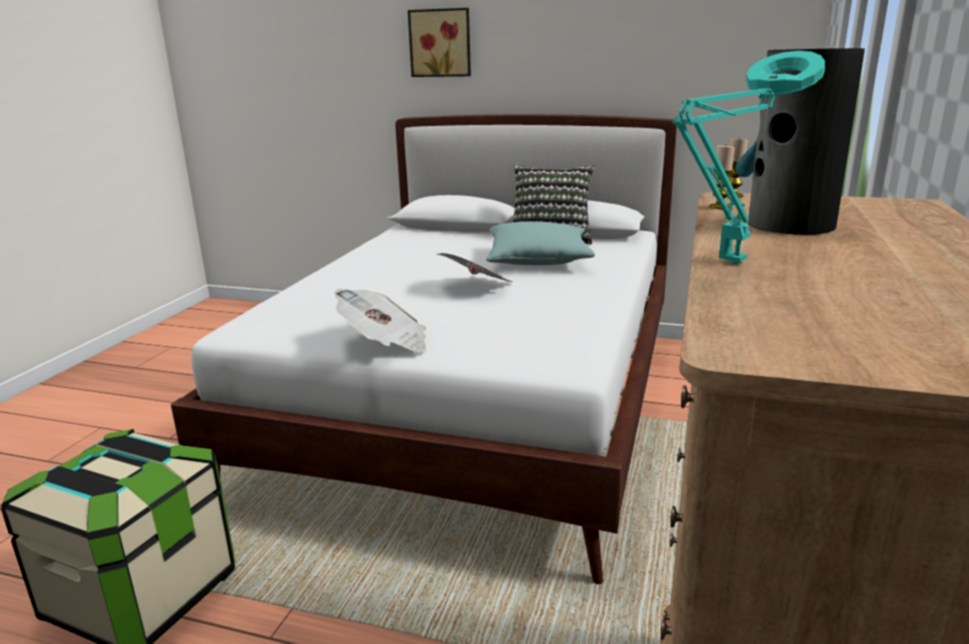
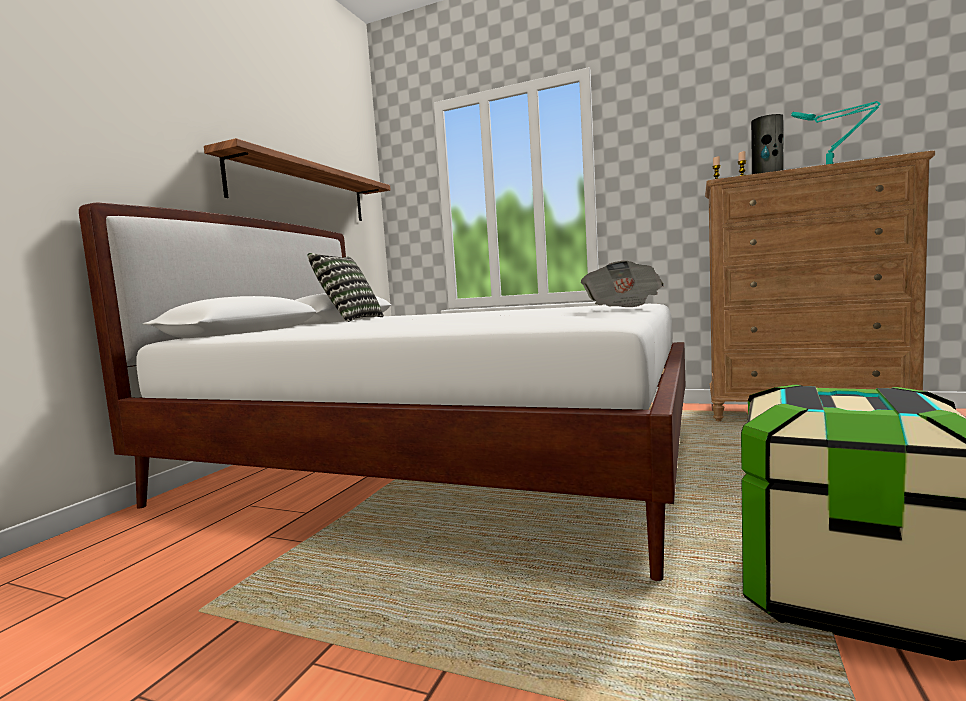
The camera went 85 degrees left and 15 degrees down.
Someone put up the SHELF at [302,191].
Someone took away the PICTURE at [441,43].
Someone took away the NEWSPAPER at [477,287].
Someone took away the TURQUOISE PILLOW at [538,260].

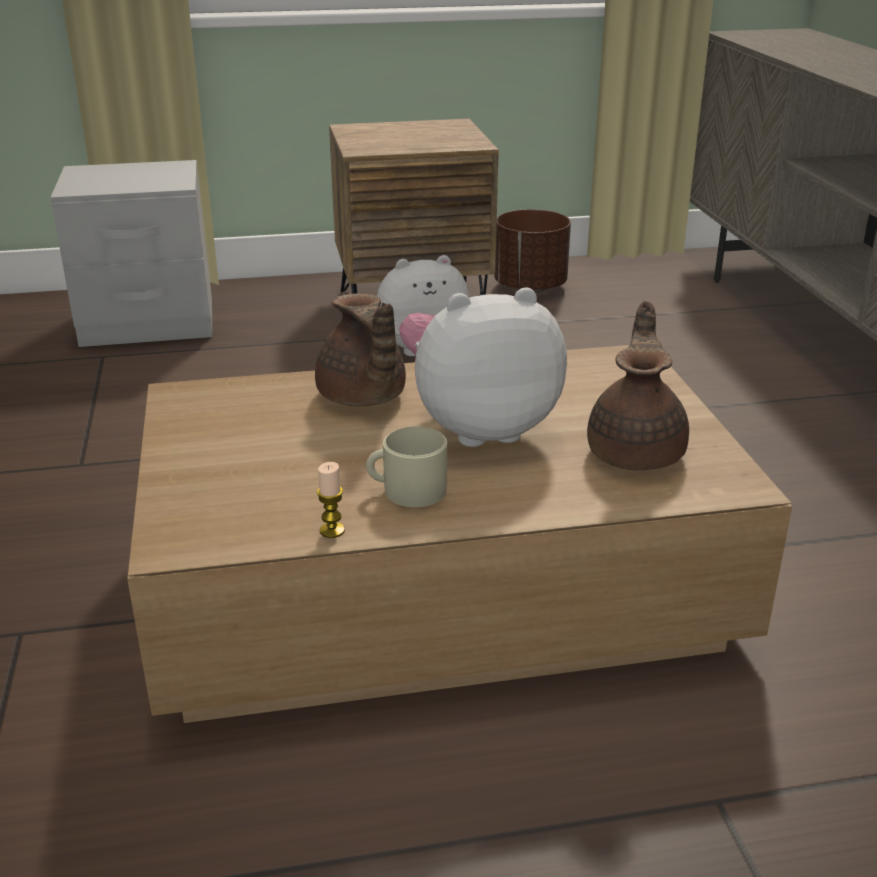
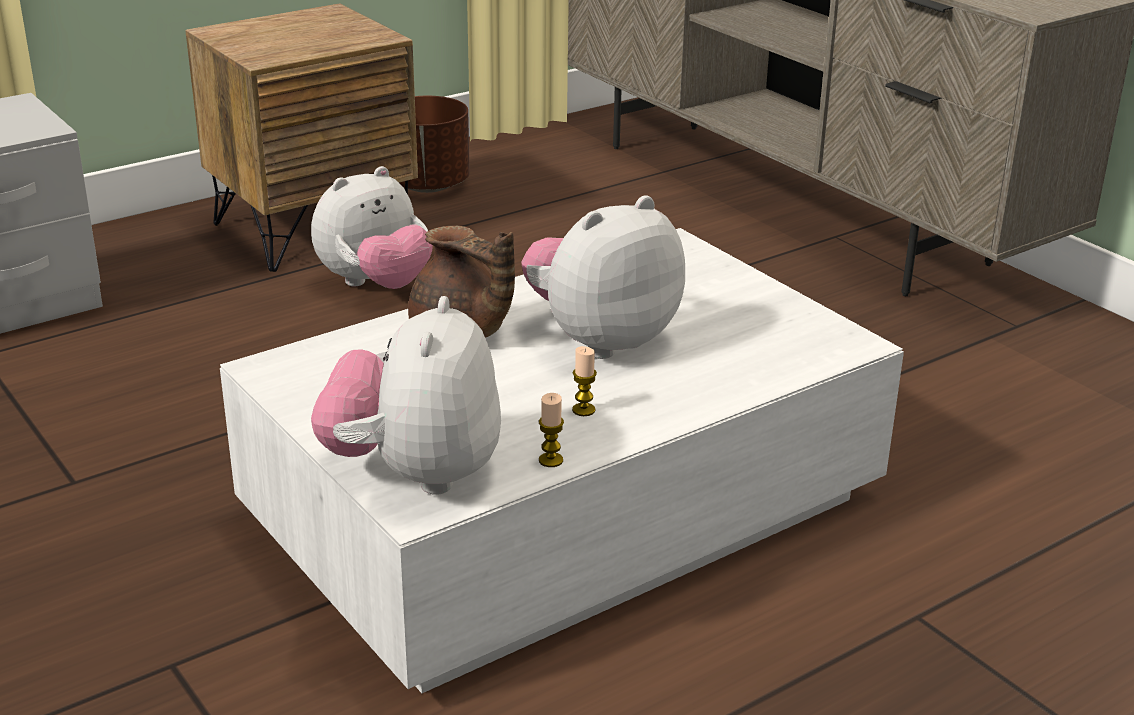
The camera went 25 degrees left and 0 degrees up.
Someone repainted the BROWN COFFEE TABLE at [436,586], which became the WHITE COFFEE TABLE at [563,510].
Someone put down the PLUSH TOY at [415,473].
Someone swapped the BEIGE MUG at [406,490] for the CANDLE at [583,410].
Someone took away the BROWN TEAPOT at [637,451].

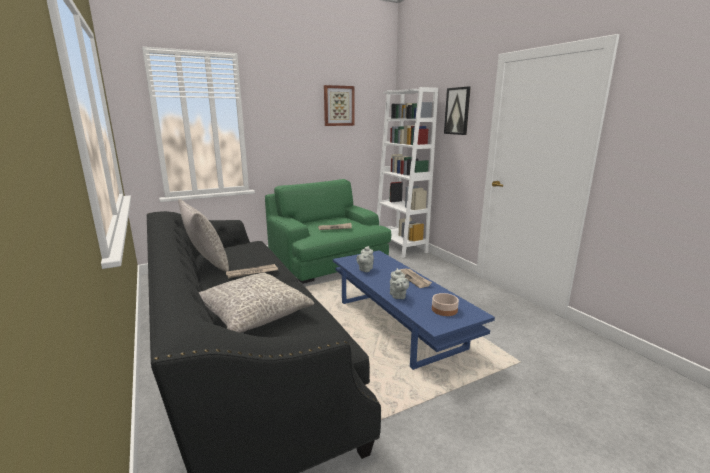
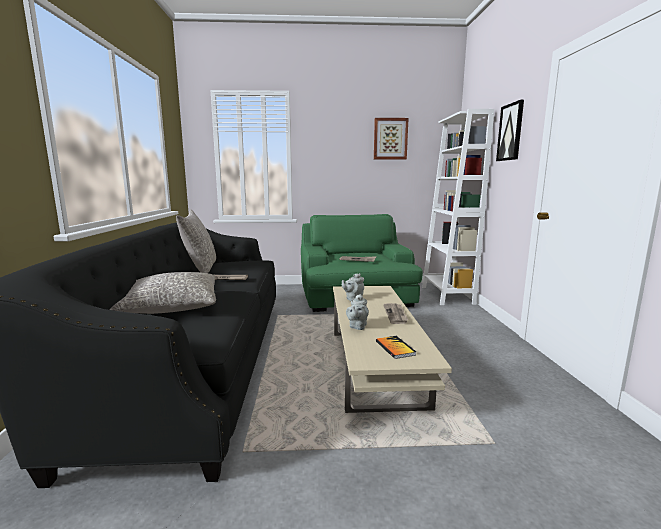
The camera went 25 degrees right and 5 degrees down.
Someone repainted the BLUE COFFEE TABLE at [398,323], which became the BEIGE COFFEE TABLE at [374,365].
Someone swapped the BOWL at [444,309] for the BOOK at [395,348].

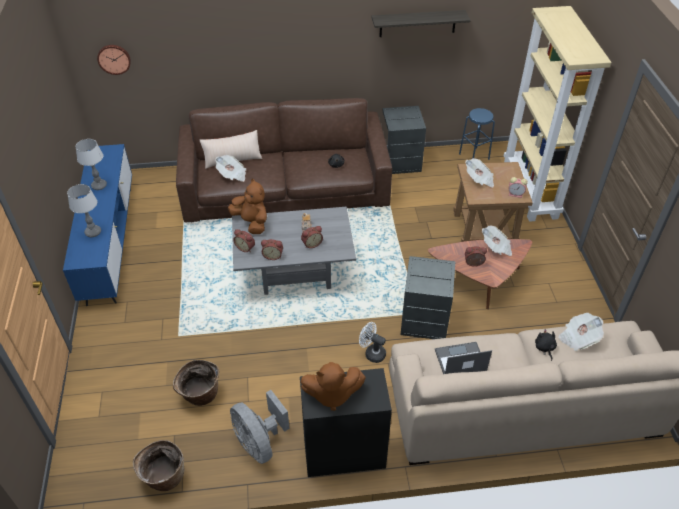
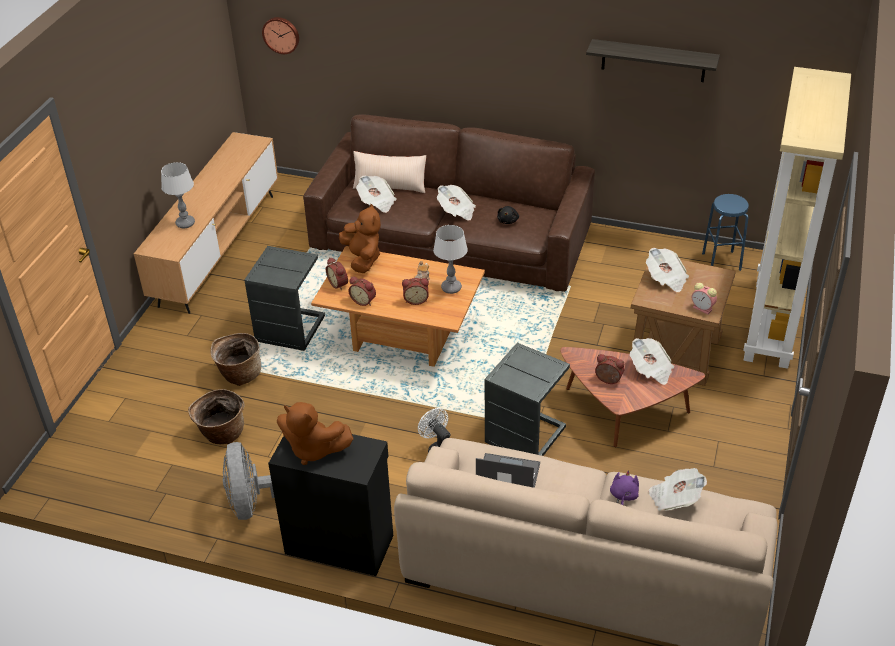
The camera went 25 degrees right and 5 degrees down.
Someone repainted the BLUE TV STAND at [110,243], which became the BROWN TV STAND at [218,249].
Someone carried the BASKET from [164,477] to [239,374].
Someone carried the GREY SIDE TABLE from [401,161] to [291,328].
Someone repainted the GREY COFFEE TABLE at [294,273], which became the BROWN COFFEE TABLE at [402,338].
Someone carried the TABLE LAMP from [99,186] to [451,288].
Someone put down the NEWSPAPER at [456,211].
Someone repainted the BLACK PLUSH TOY at [544,348], which became the PURPLE PLUSH TOY at [623,496].

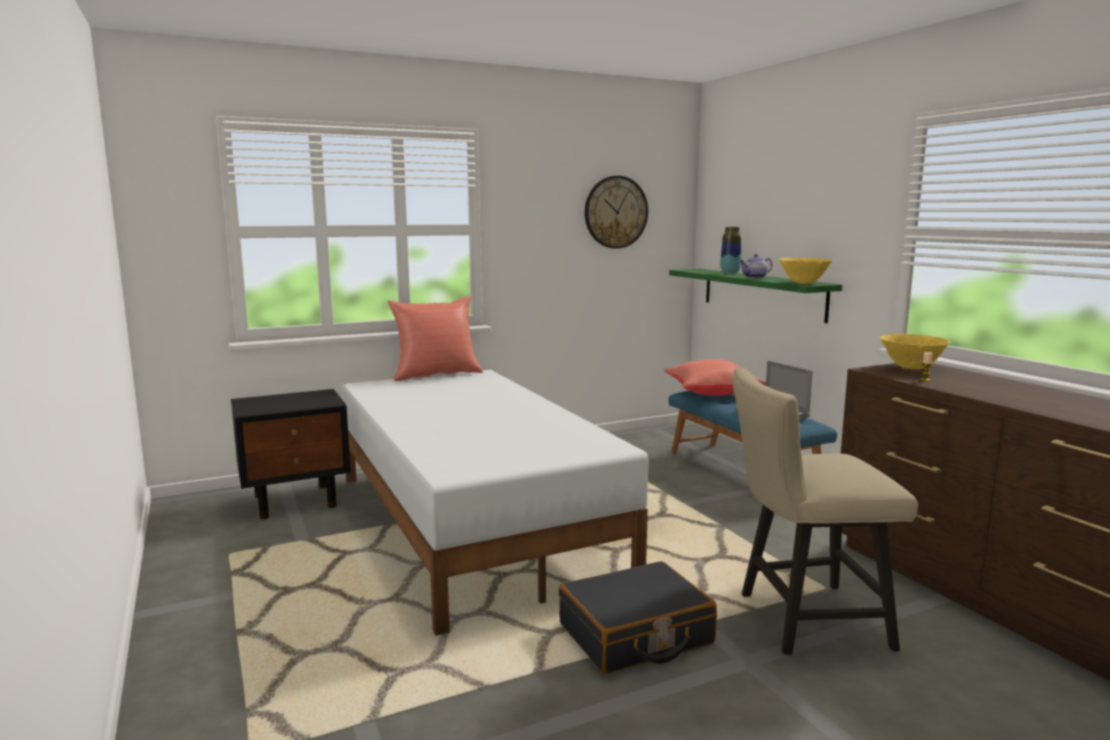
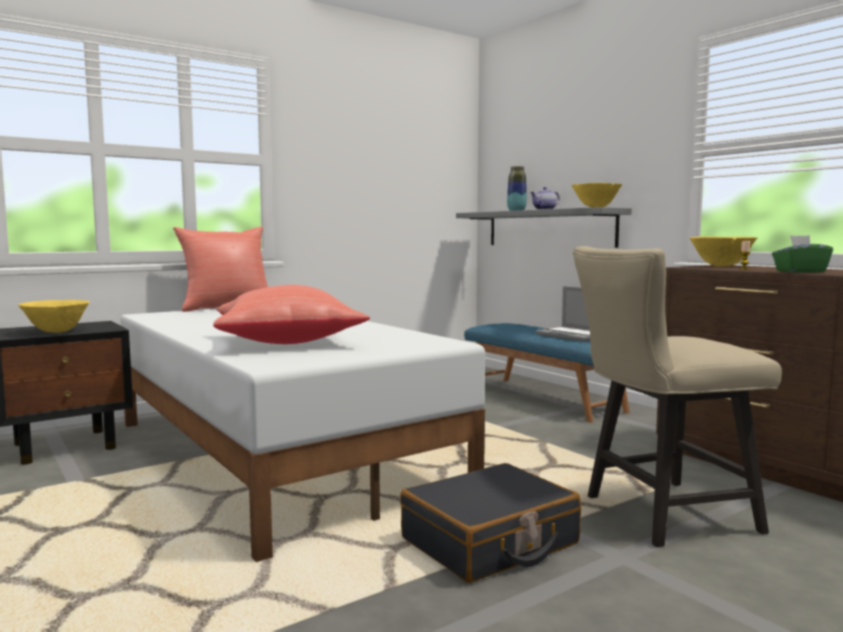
The camera went 10 degrees left and 5 degrees down.
Someone put down the YELLOW BOWL at [56,332].
Someone carried the RED PILLOW from [711,393] to [287,342].
Someone repainted the GREEN SHELF at [762,293], which became the GREY SHELF at [549,228].
Someone put down the GREEN TISSUE BOX at [800,271].
Someone took away the WALL CLOCK at [615,212].

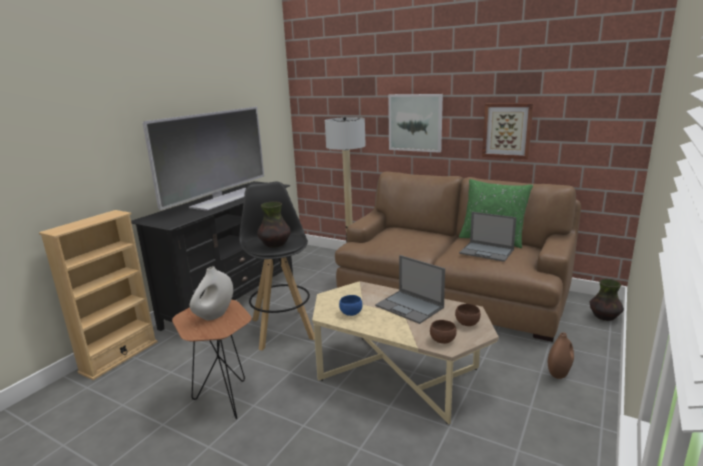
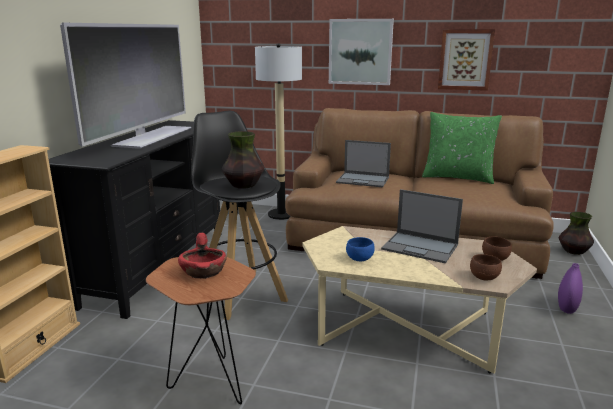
The camera went 15 degrees left and 0 degrees up.
Someone swapped the WHITE VASE at [215,315] for the RED BOWL at [204,272].
Someone carried the LAPTOP from [487,252] to [363,180].
Someone repainted the BROWN VASE at [559,373], which became the PURPLE VASE at [567,308].

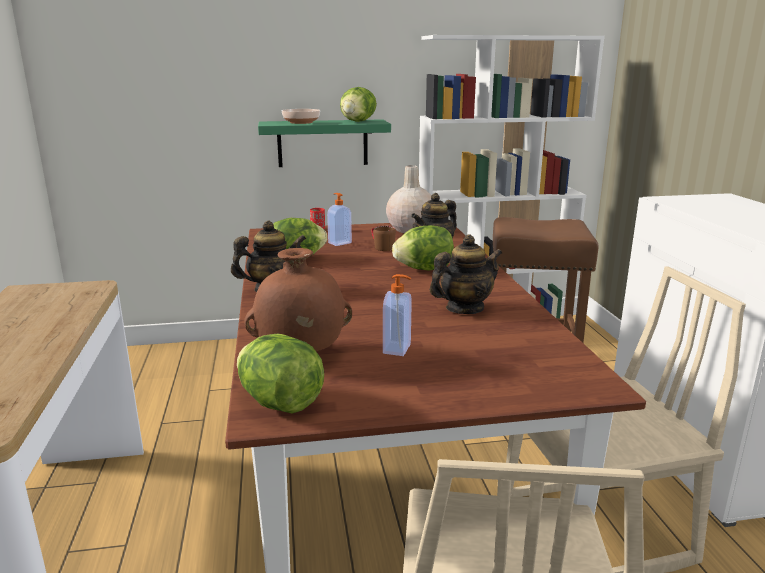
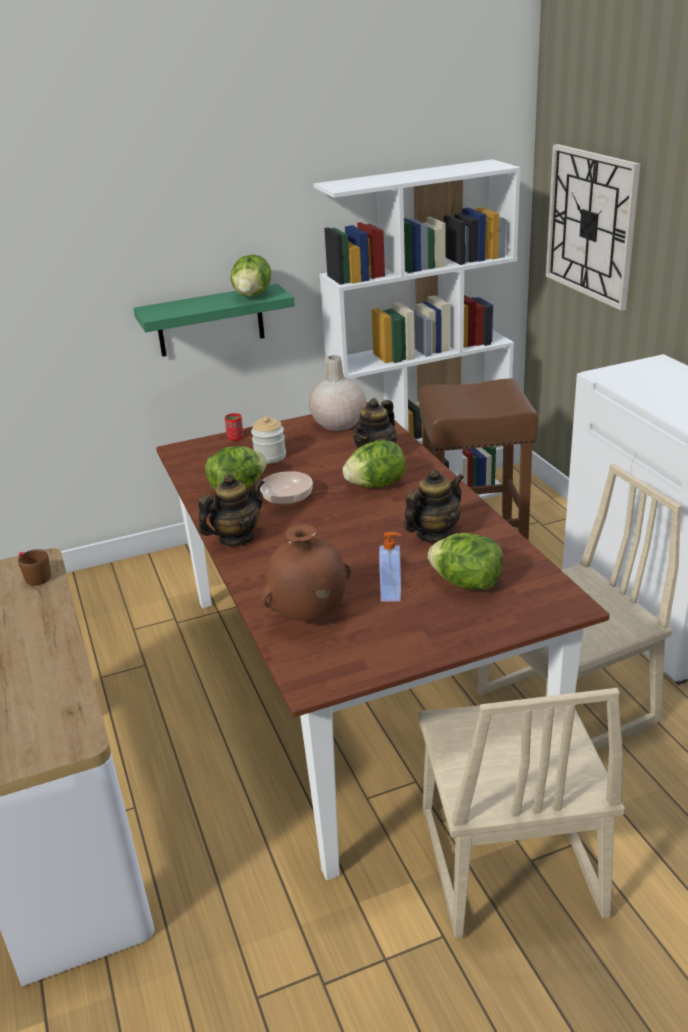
The camera went 10 degrees left and 10 degrees up.
Someone carried the BROWN MUG from [381,247] to [34,576].
Someone swapped the SOAP DISPENSER at [339,243] for the JAR at [270,456].
Someone carried the BOWL from [301,122] to [288,498].
Someone carried the LETTUCE from [280,403] to [466,583].
Someone put up the WALL CLOCK at [591,225].

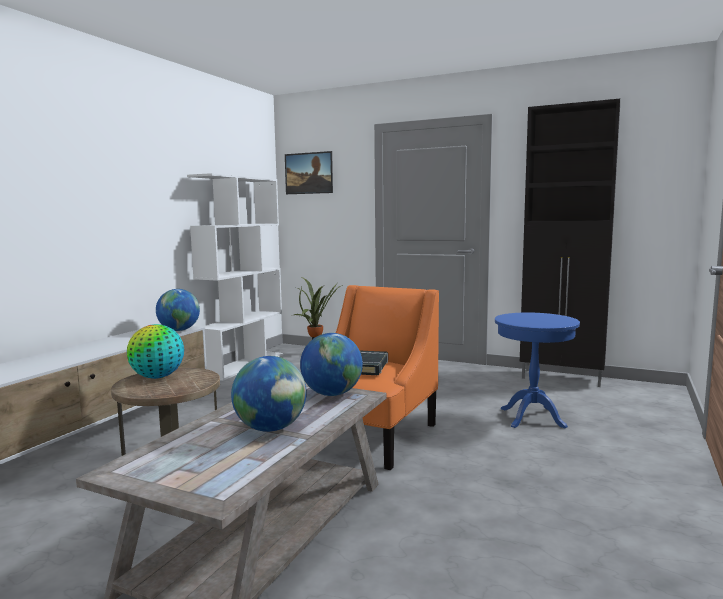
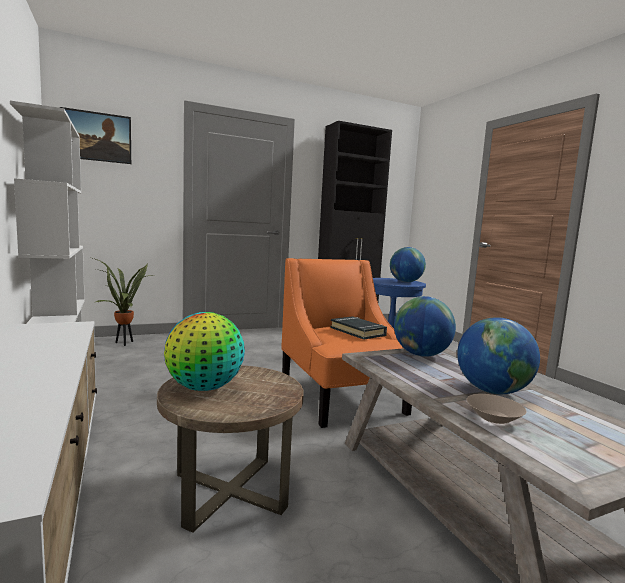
The camera went 50 degrees left and 0 degrees up.
Someone carried the GLOBE from [179,330] to [405,282].
Someone put down the BEIGE BOWL at [494,418].

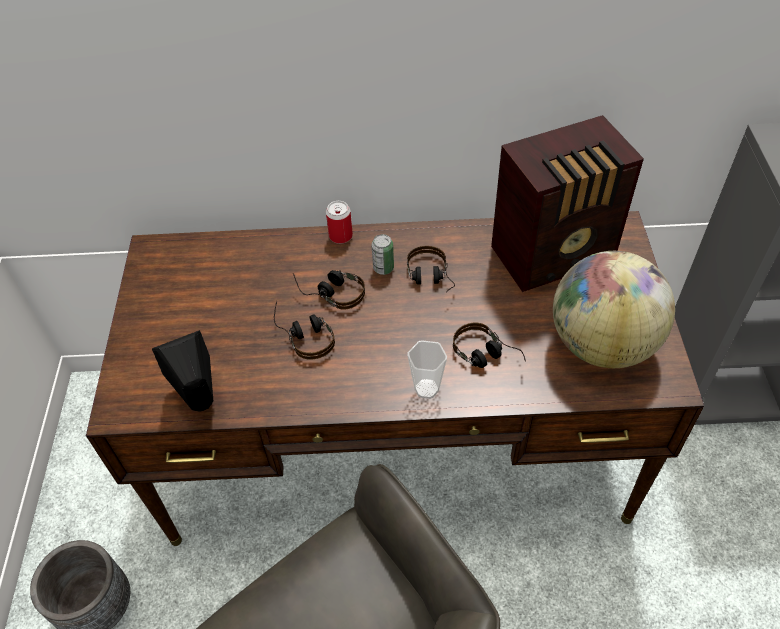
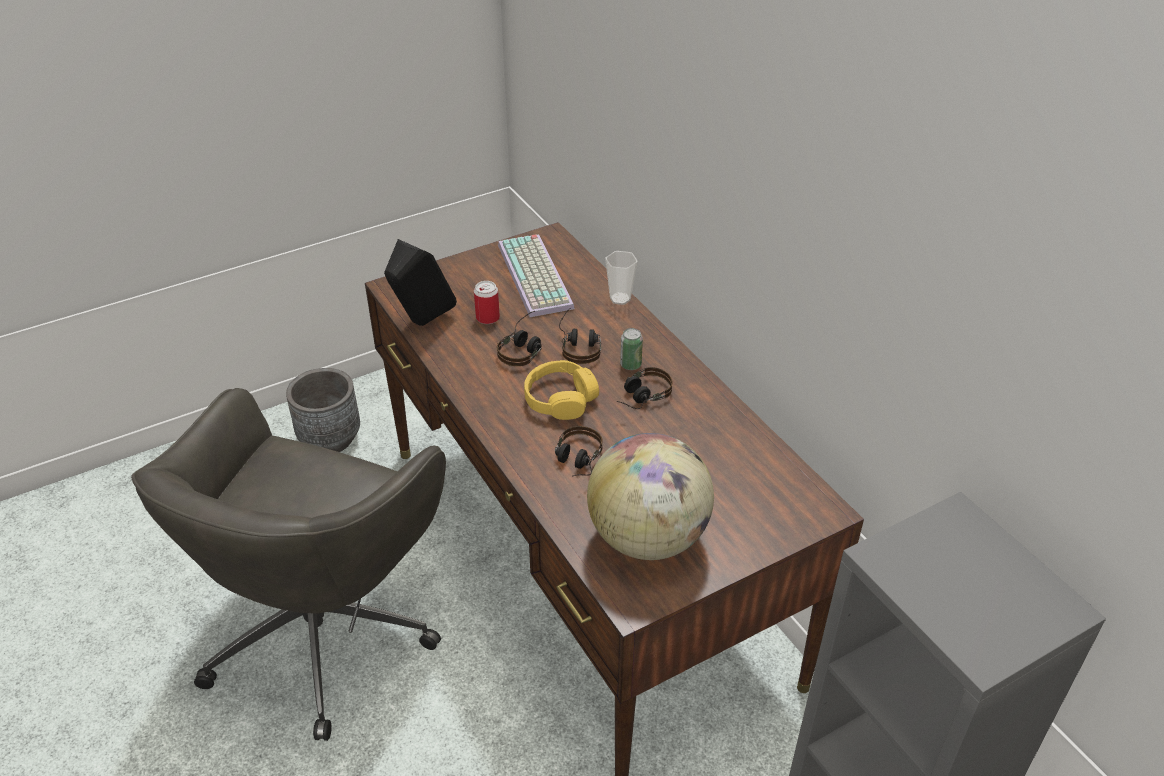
The camera went 60 degrees right and 10 degrees down.
Someone carried the CAN from [340,236] to [487,318].
Someone put down the KEYBOARD at [537,276].
Someone put down the YELLOW HEADPHONES at [560,399].
Someone carried the CUP from [426,388] to [620,298].
Someone took away the RADIO at [555,255].

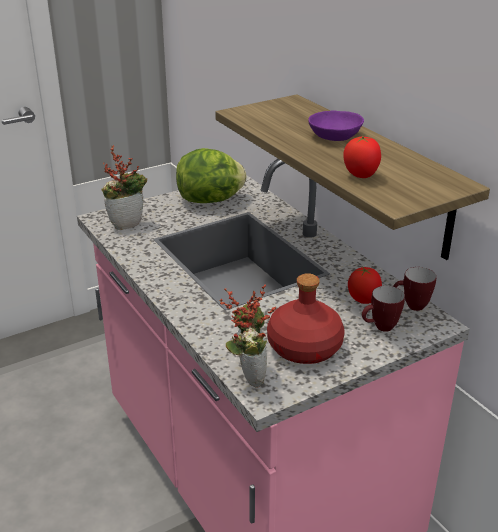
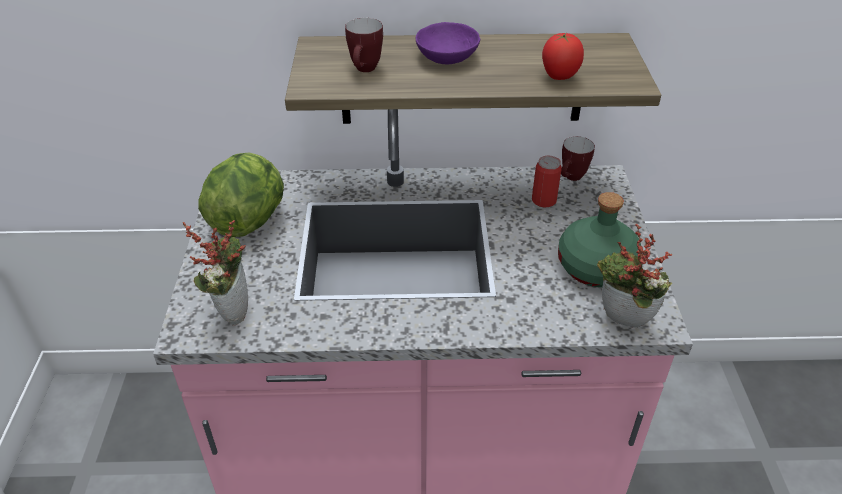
The camera went 60 degrees left and 10 degrees up.
Someone carried the MUG from [380,328] to [365,70].
Someone swapped the TOMATO at [363,301] for the CAN at [544,200].
Someone repainted the RED BOTTLE at [305,348], which became the GREEN BOTTLE at [597,267].

